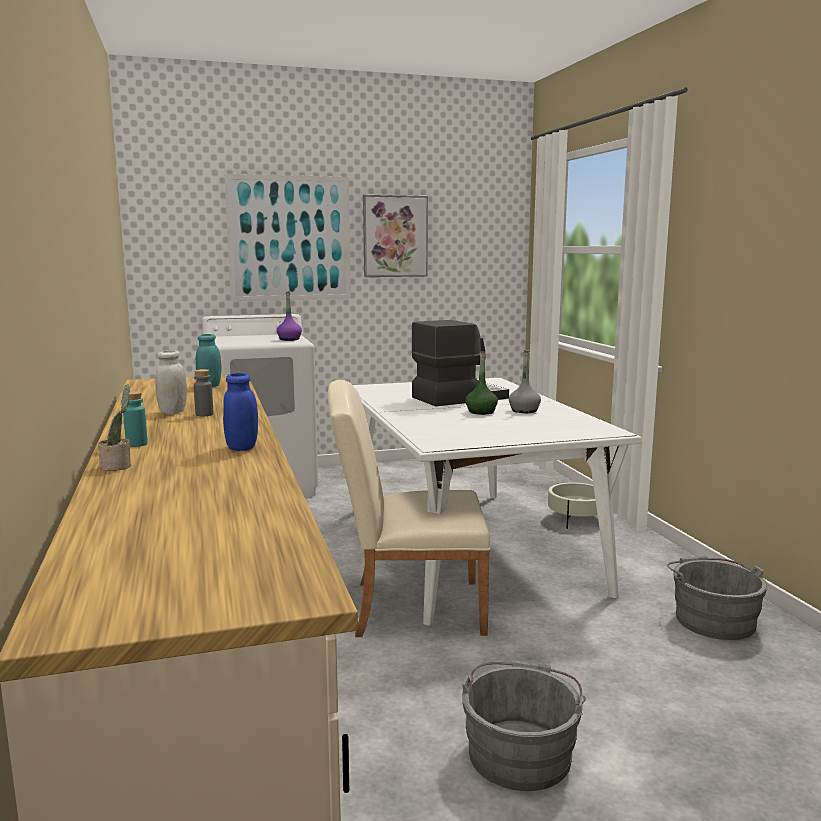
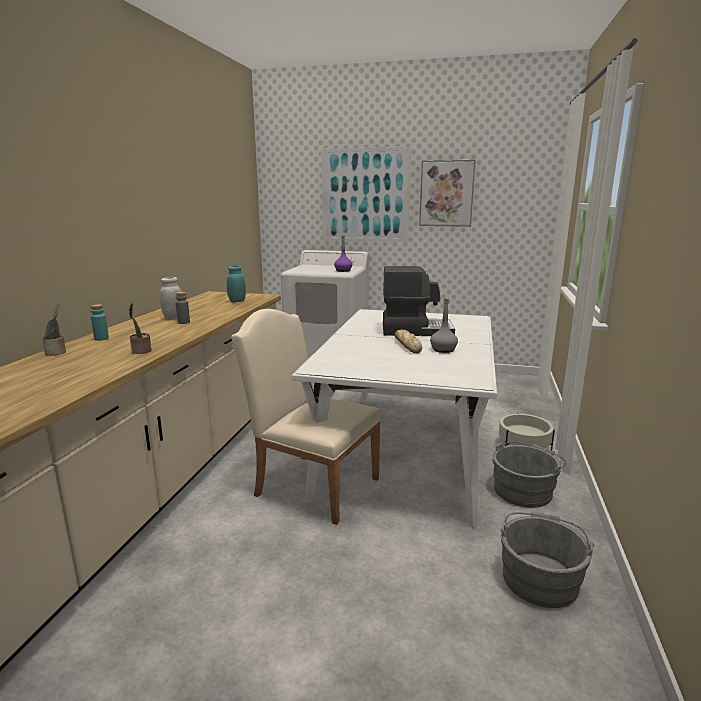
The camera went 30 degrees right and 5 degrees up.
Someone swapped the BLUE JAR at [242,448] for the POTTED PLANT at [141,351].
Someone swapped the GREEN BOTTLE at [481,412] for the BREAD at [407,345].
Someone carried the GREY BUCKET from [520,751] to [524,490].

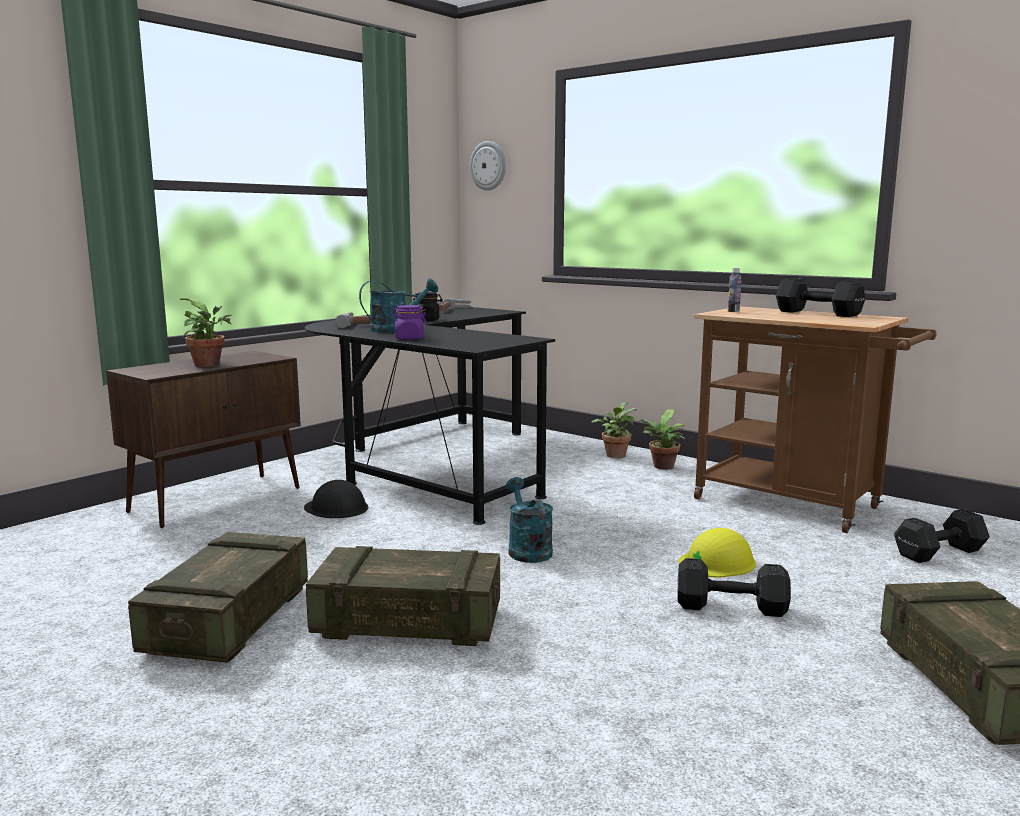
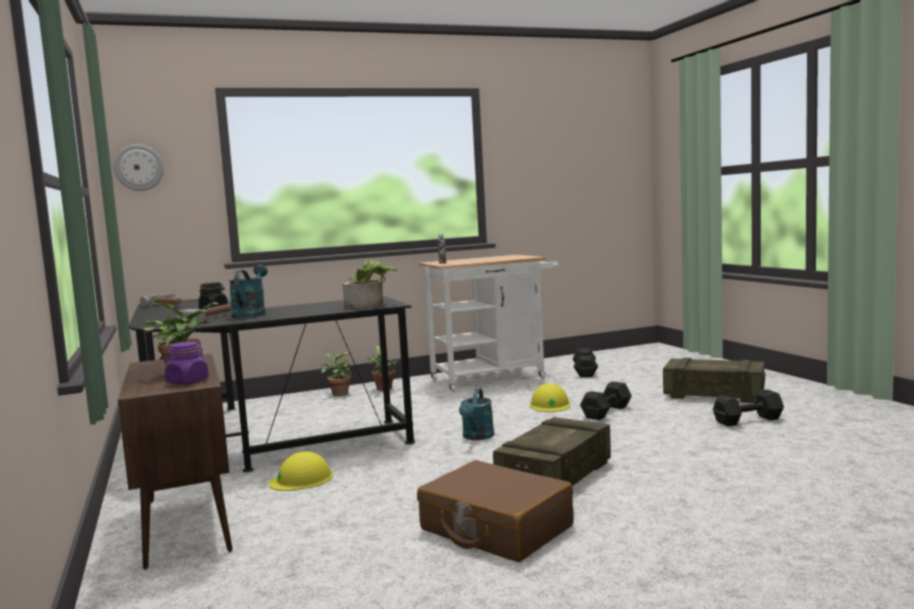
The camera went 60 degrees left and 5 degrees down.
Someone carried the PURPLE JAR from [409,338] to [187,382].
Someone repainted the BLACK HARD HAT at [336,507], which became the YELLOW HARD HAT at [302,479].
Someone put down the POTTED PLANT at [369,305].
Someone swapped the CRATE at [228,621] for the BROWN SUITCASE at [495,528].
Someone repainted the BROWN CART at [797,505], which became the WHITE CART at [494,378].
Someone rotated the TURQUOISE WATERING CAN at [527,549] by 90 degrees counterclockwise.
Someone carried the BLACK DUMBBELL from [816,313] to [746,420].

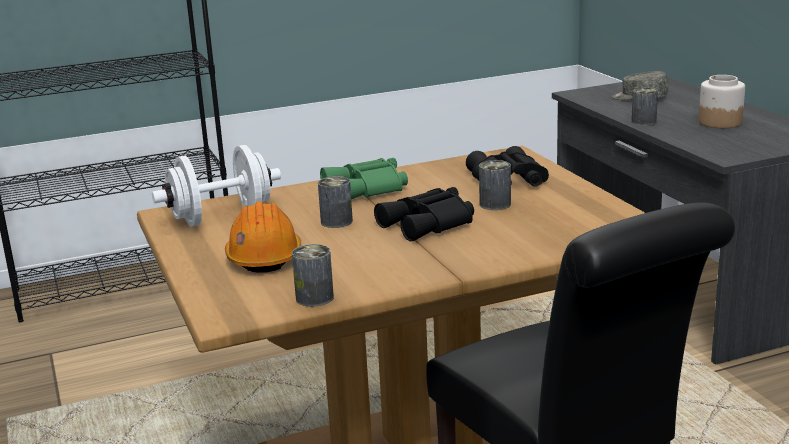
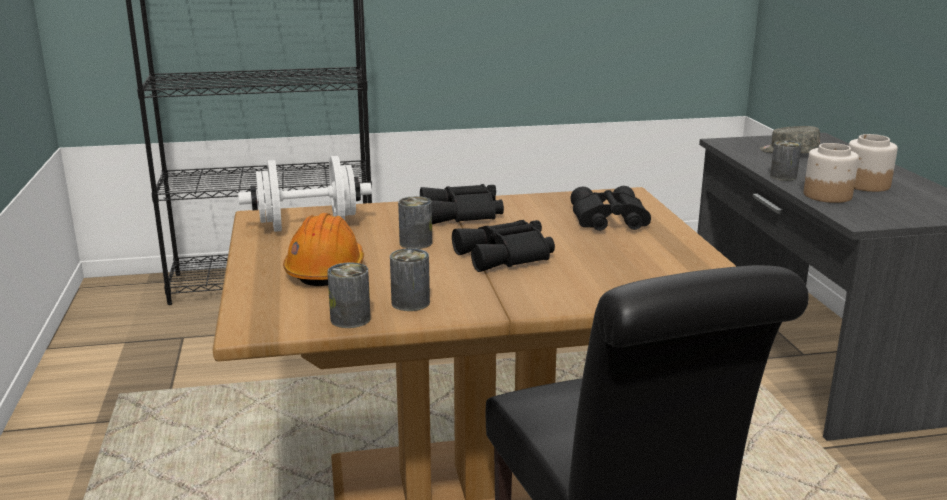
The camera went 10 degrees right and 0 degrees up.
Someone carried the CAN from [495,204] to [410,302].
Someone repainted the GREEN BINOCULARS at [367,189], which became the BLACK BINOCULARS at [463,214].
Someone put down the JAR at [826,195].

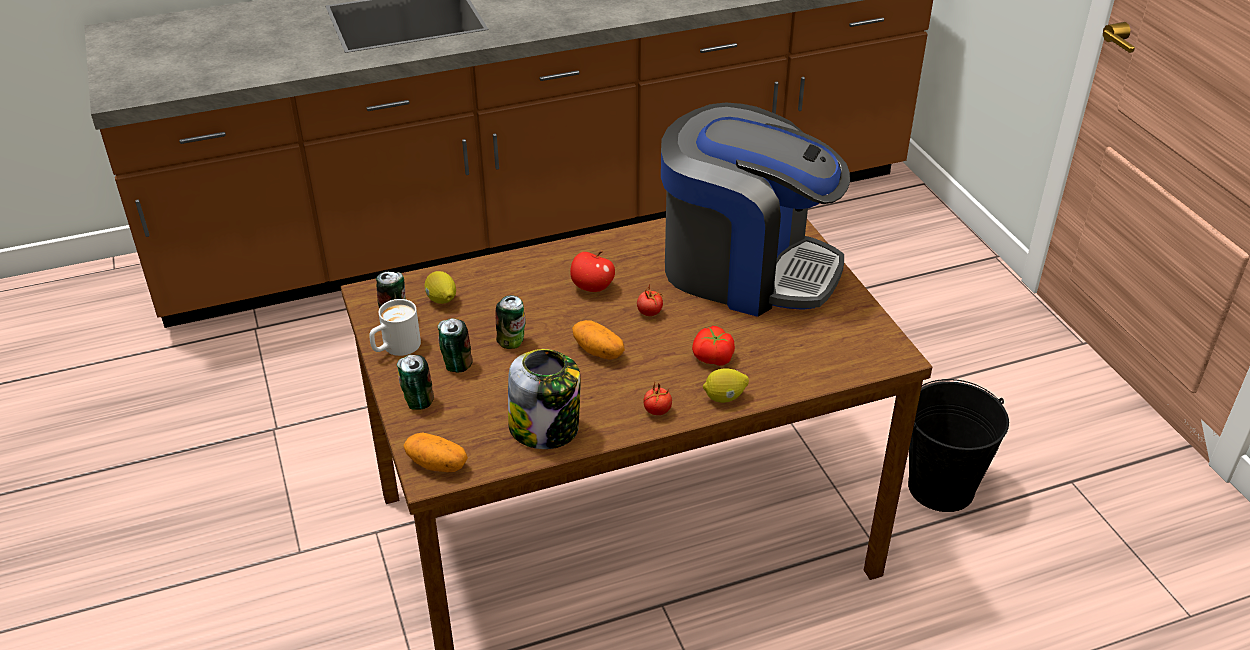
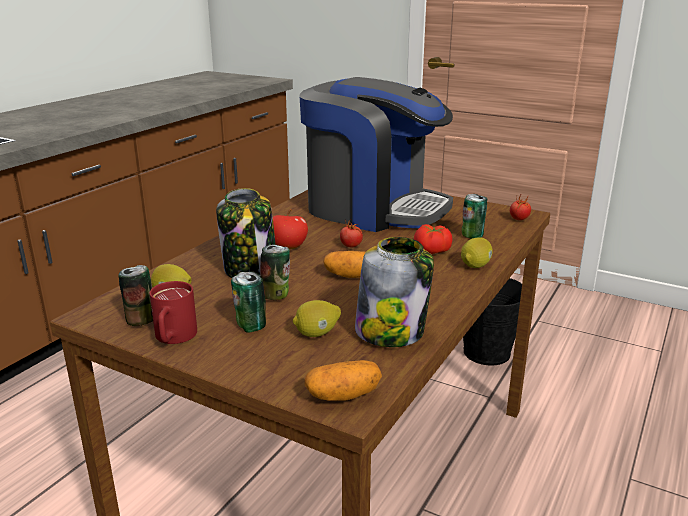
The camera went 40 degrees left and 15 degrees down.
Someone repainted the WHITE MUG at [395,348], which became the RED MUG at [173,338].
Someone put down the JAR at [250,269].
Someone put down the LEMON at [317,333].
Someone rotated the COFFEE MACHINE at [745,268] by 45 degrees clockwise.
Someone carried the CAN from [418,402] to [472,236].
Someone carried the TOMATO from [657,411] to [519,219].

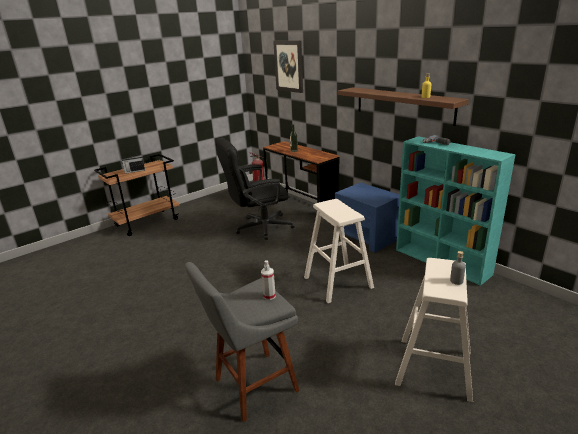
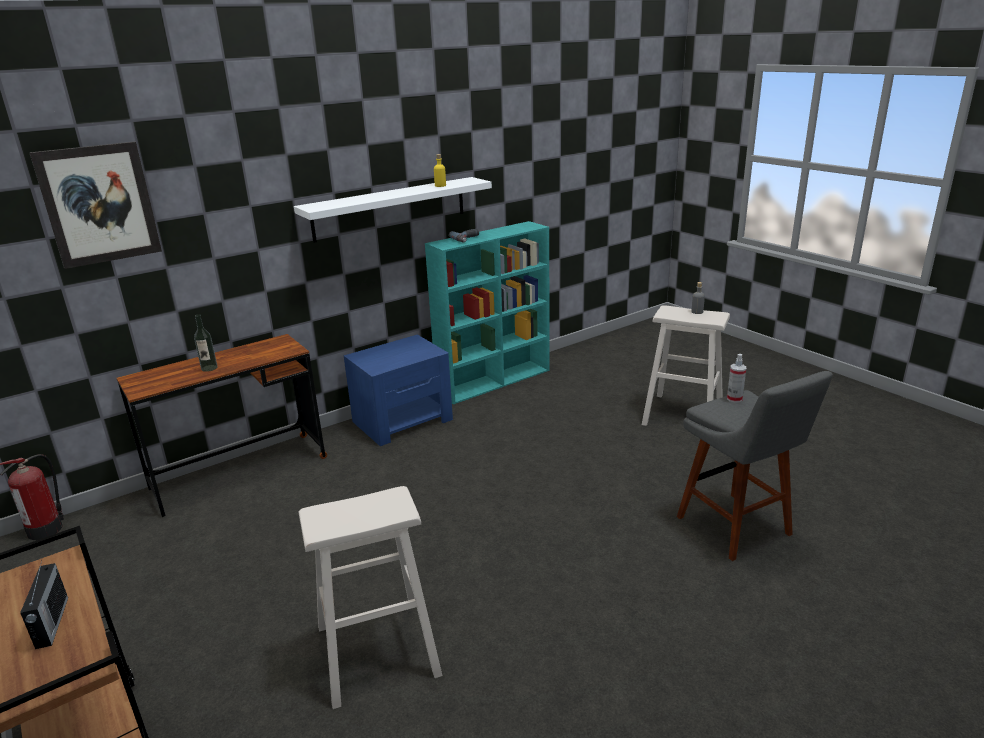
The camera went 85 degrees left and 0 degrees up.
Someone repainted the BROWN SHELF at [403,105], which became the WHITE SHELF at [390,208].
Someone carried the BEIGE STOOL from [338,282] to [378,650].
Someone took away the BLACK OFFICE CHAIR at [259,228].

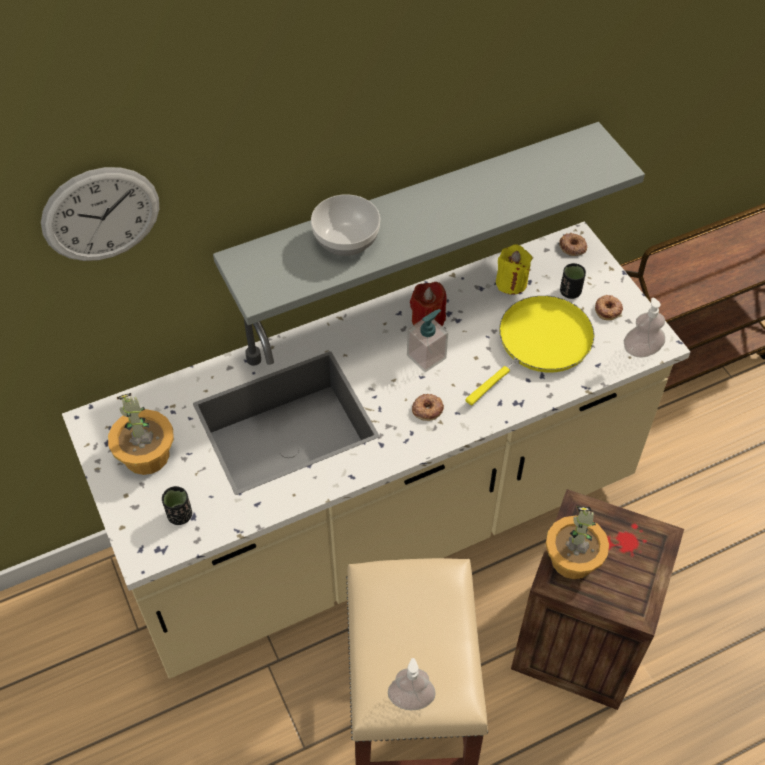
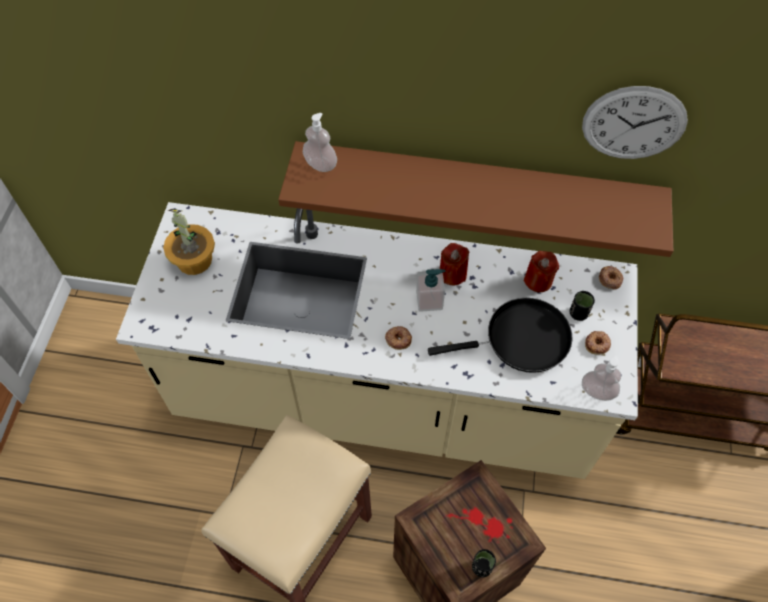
The camera went 35 degrees right and 5 degrees up.
Someone repainted the GREY SHELF at [414,213], which became the BROWN SHELF at [476,186].
Someone carried the SOAP DISPENSER from [411,699] to [320,164].
Someone repainted the YELLOW FRYING PAN at [540,344], which became the BLACK FRYING PAN at [521,339].
Someone carried the BLACK CUP from [180,515] to [482,567].
Someone repainted the YELLOW CANDLE at [511,283], which became the RED CANDLE at [538,280].
Someone carried the WALL CLOCK from [101,215] to [633,123].
Someone took away the BOWL at [345,241].
Someone took away the POTTED PLANT at [572,560].

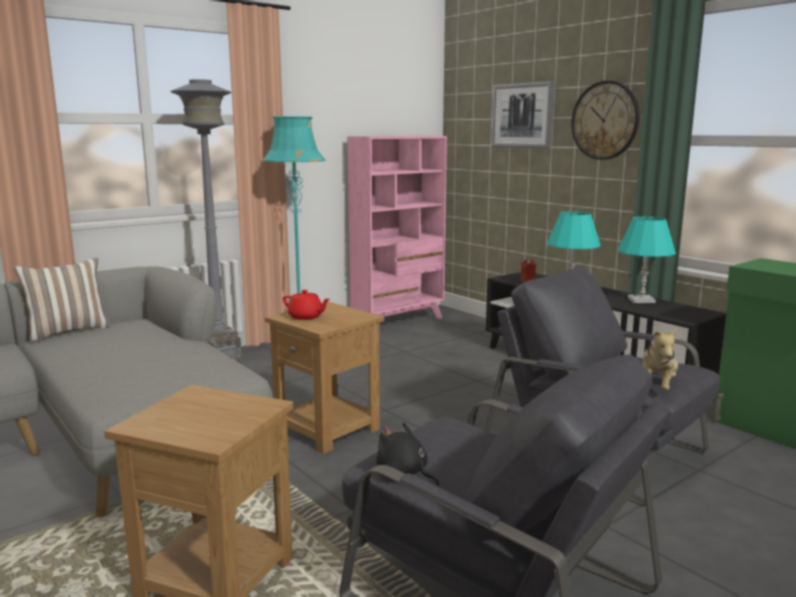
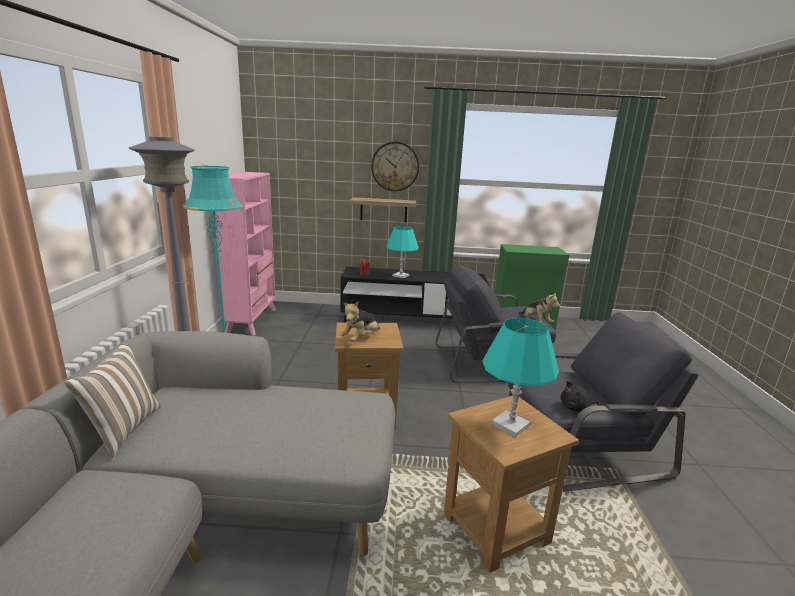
The camera went 50 degrees left and 5 degrees up.
Someone swapped the RED TEAPOT at [306,317] for the PLUSH TOY at [361,338].
Someone put up the SHELF at [383,210].
Someone carried the TURQUOISE TABLE LAMP from [641,300] to [511,424].
Someone took away the PICTURE at [522,115].

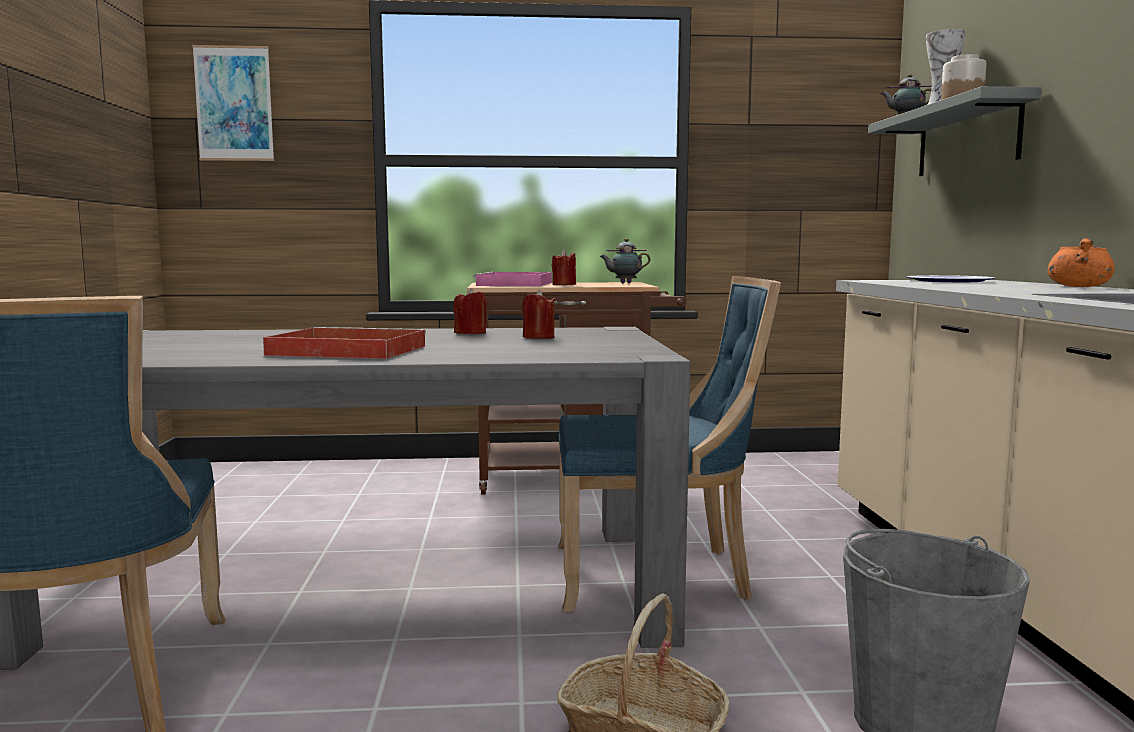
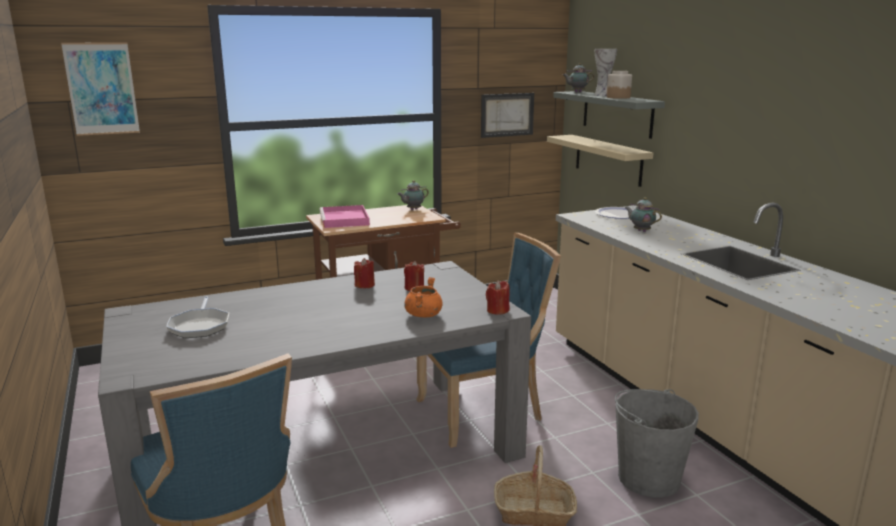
The camera went 20 degrees left and 10 degrees up.
Someone put down the FRYING PAN at [200,326].
Someone carried the ORANGE COOKING POT from [1078,286] to [423,314].
Someone put up the PICTURE at [507,115].
Someone carried the RED CANDLE from [564,285] to [497,310].
Someone put up the BEIGE SHELF at [608,159].
Someone put down the TEAPOT at [640,231].
Someone took away the RED TRAY at [345,350].

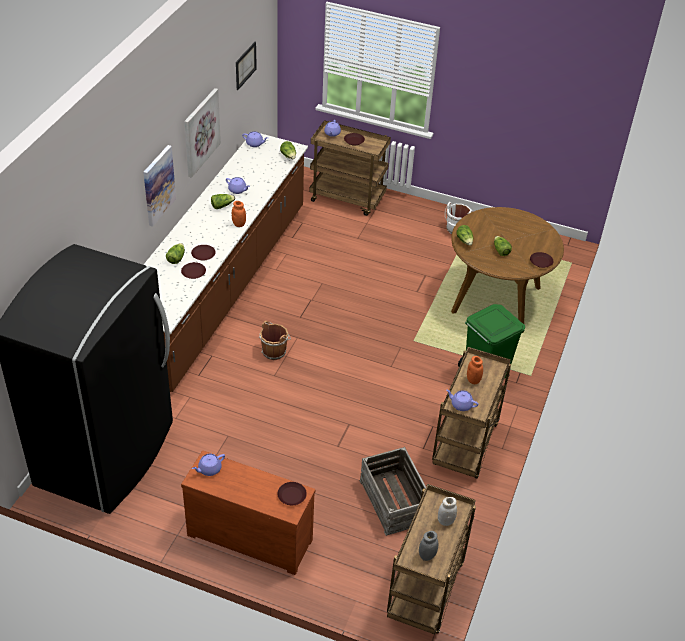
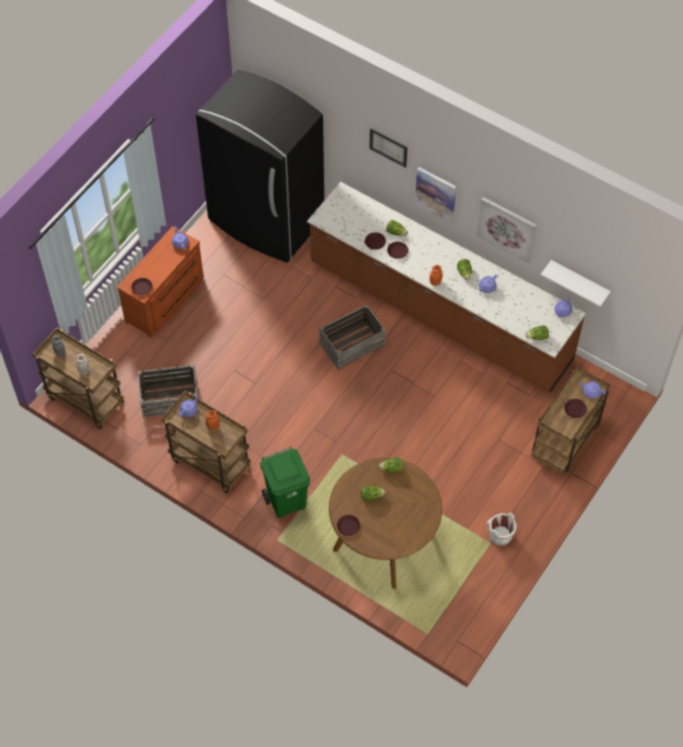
The camera went 105 degrees right and 15 degrees up.
Someone swapped the BROWN BUCKET at [274,351] for the CRATE at [352,344].
Someone carried the PICTURE from [245,65] to [388,147].
Someone put up the WHITE SHELF at [579,282].

